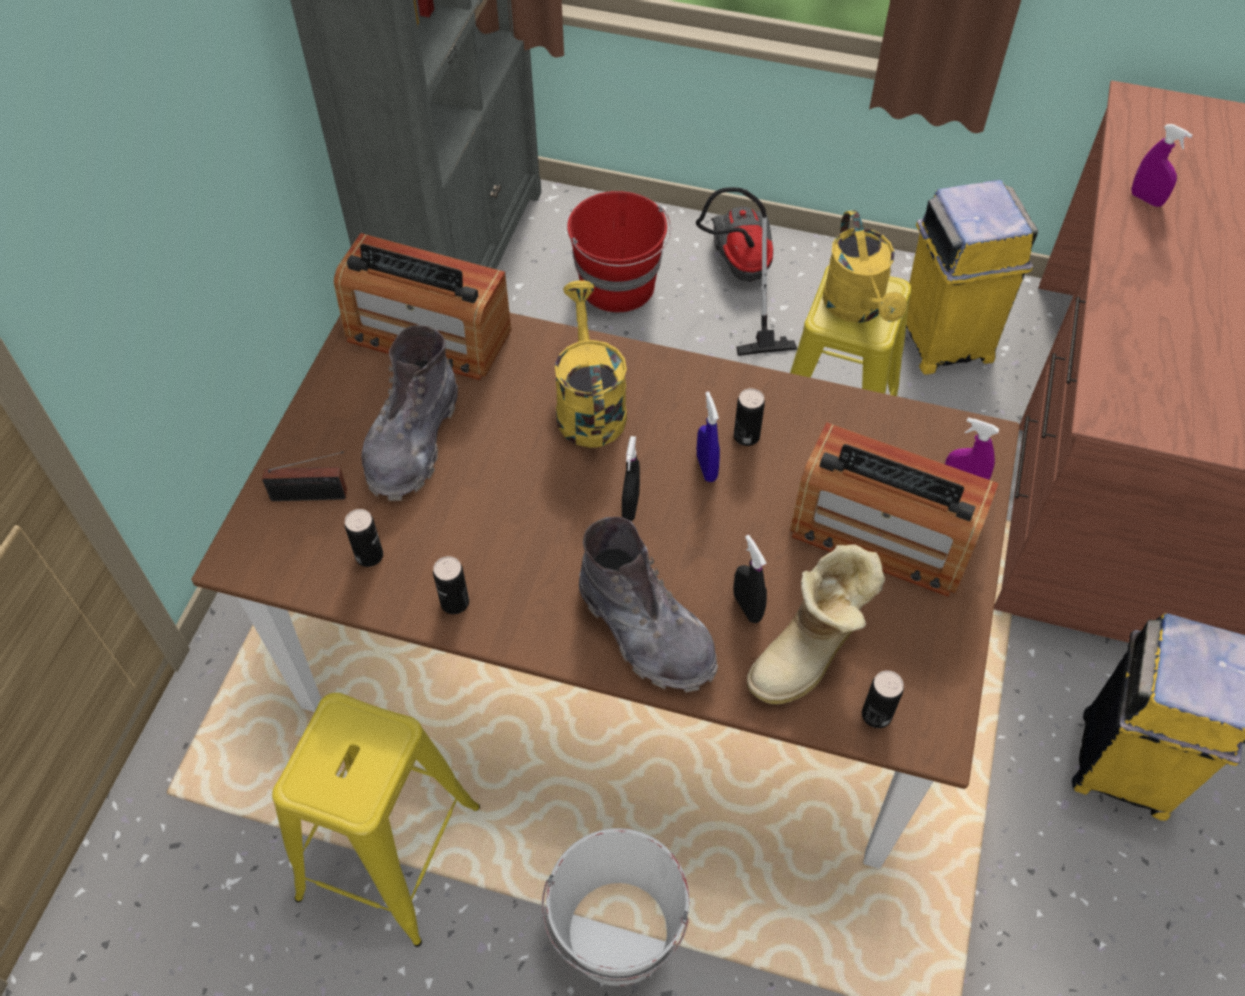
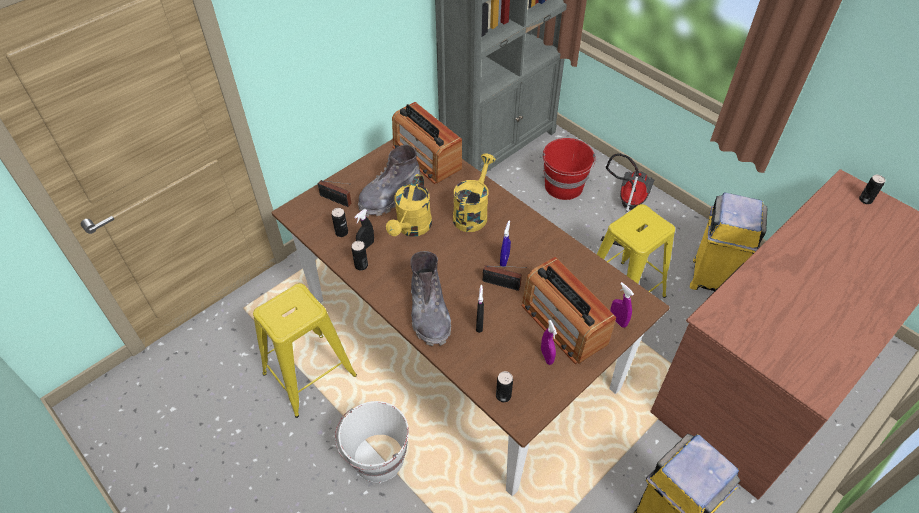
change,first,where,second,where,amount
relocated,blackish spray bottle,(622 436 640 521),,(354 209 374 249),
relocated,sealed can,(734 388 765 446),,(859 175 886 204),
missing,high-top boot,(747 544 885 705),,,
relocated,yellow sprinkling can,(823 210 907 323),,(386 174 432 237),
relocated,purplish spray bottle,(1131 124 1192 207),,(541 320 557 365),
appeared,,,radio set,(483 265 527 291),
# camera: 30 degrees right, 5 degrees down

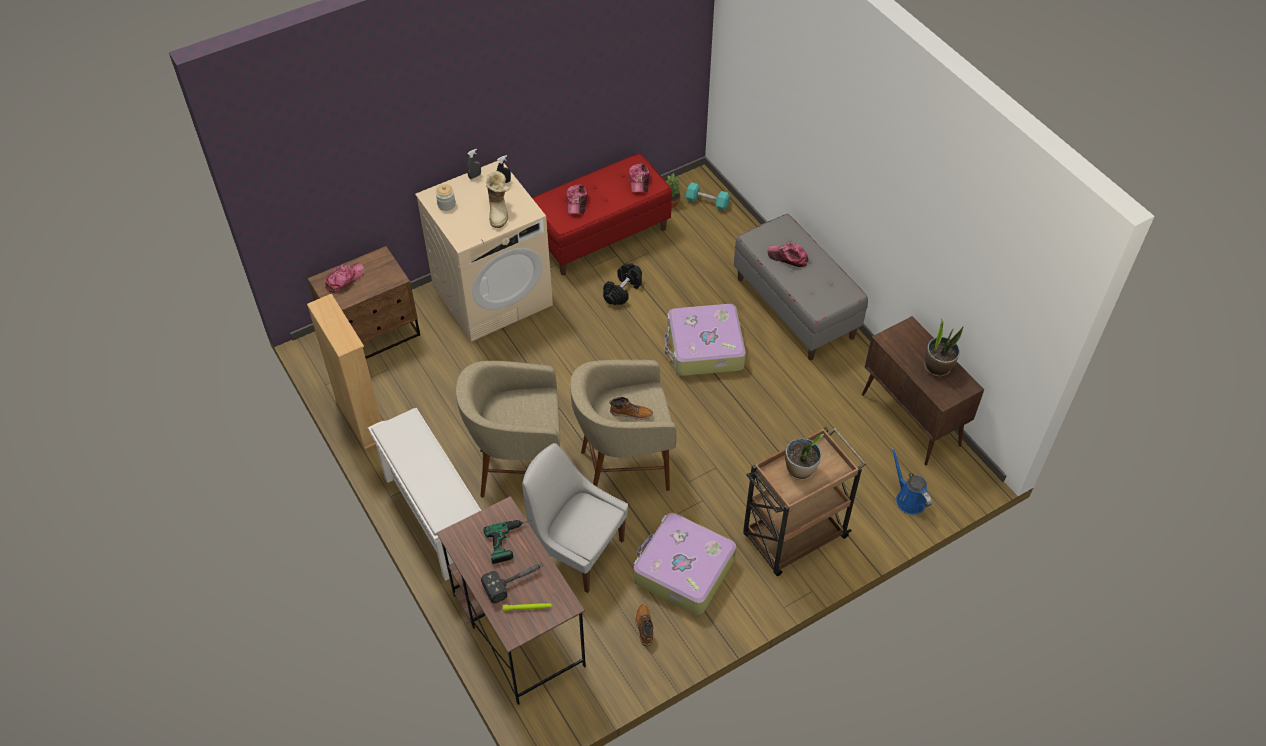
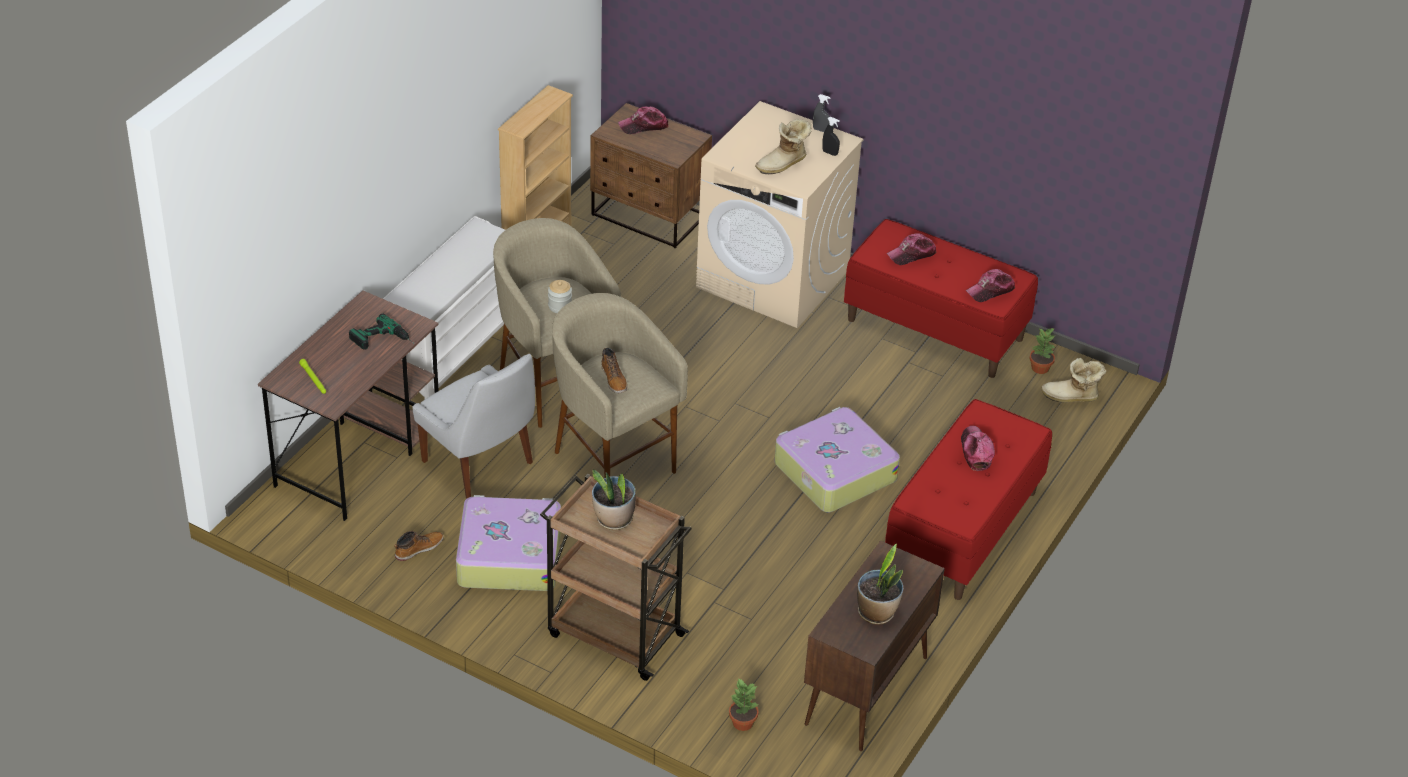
change,first,where,second,where,amount
spun,peaked cap,(325 263 364 293),,(618 106 669 134),150 degrees clockwise
relocated,jar,(435 184 456 211),,(548 280 572 313),
missing,hammer,(481 564 542 603),,,
spun,white chair,(522 443 628 593),,(412 354 535 499),135 degrees clockwise
missing,blackish hand weight,(603 263 642 305),,,
exchanged,blue-green hand weight,(686 182 730 210),high-top boot,(1041 358 1106 402),
colour,grey long seat,(734 214 868 360),reddish long seat,(885 399 1052 600),
exchanged,blue-coloured sprinkling can,(891 448 932 515),plant in a pot,(729 678 759 731),
# camera: 60 degrees right, 10 degrees down

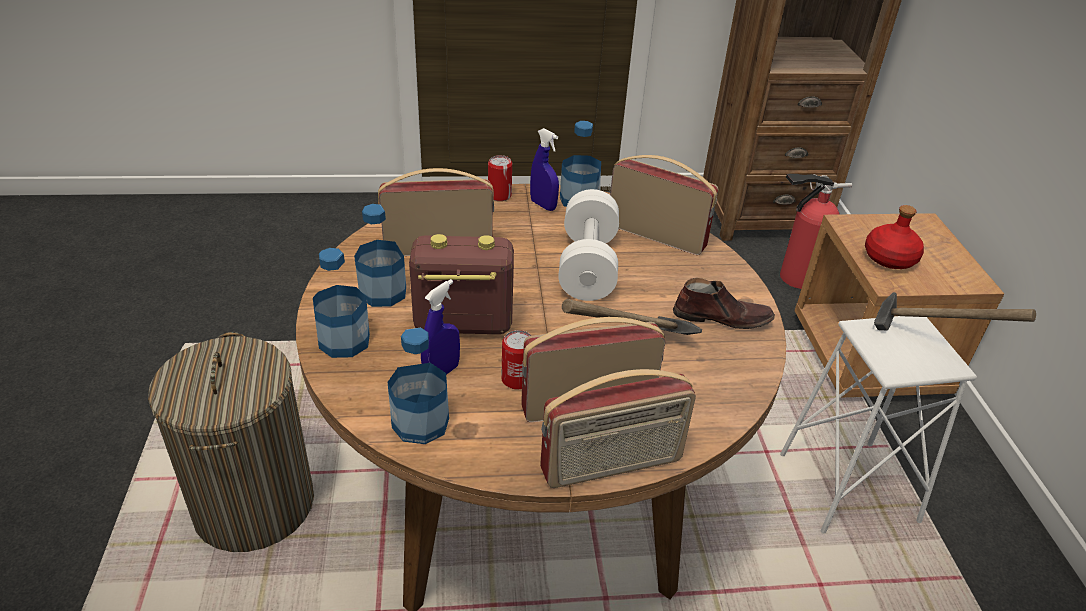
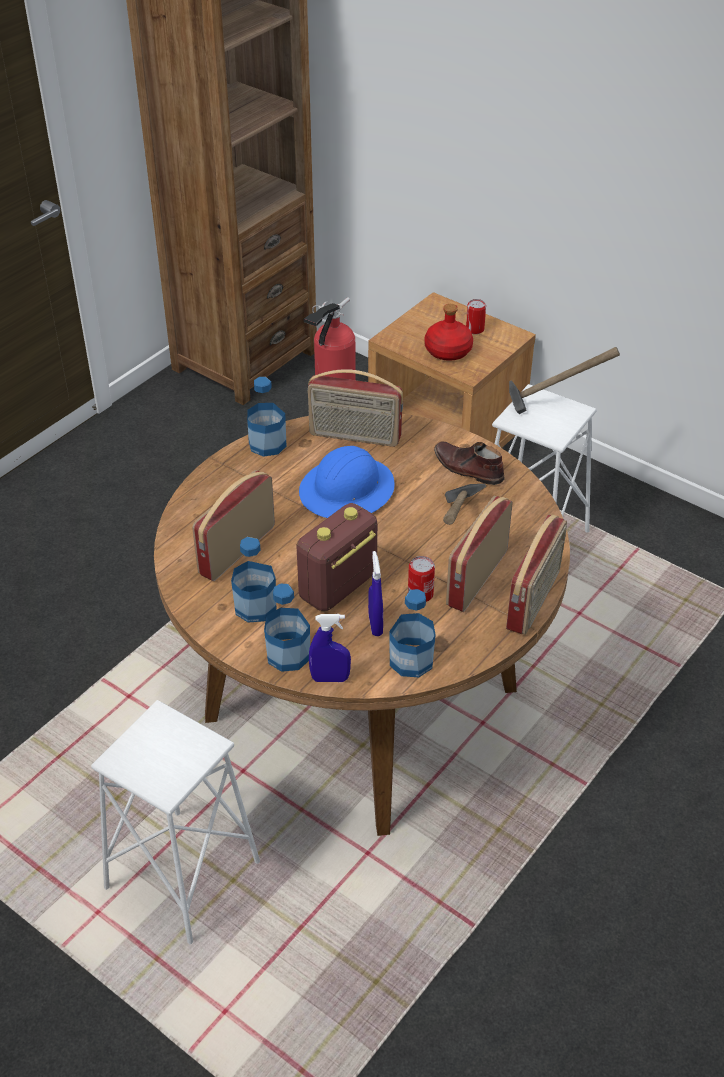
change,first,where,second,where,amount
exchanged,laundry basket,(148 332 314 552),white stool seat,(91 700 260 944),
relocated,sealed can,(488 155 512 201),,(466 299 486 334),
relocated,blue-coloured spray bottle,(530 128 559 211),,(309 614 351 682),
exchanged,white hand weight,(558 189 619 301),blue-coloured hard hat,(299 446 395 518),
spun,radio set,(610 155 719 255),,(307 369 403 447),150 degrees counterclockwise
spun,brownish shoe,(673 278 775 329),,(434 441 505 485),105 degrees counterclockwise
# camera: 45 degrees left, 5 degrees up

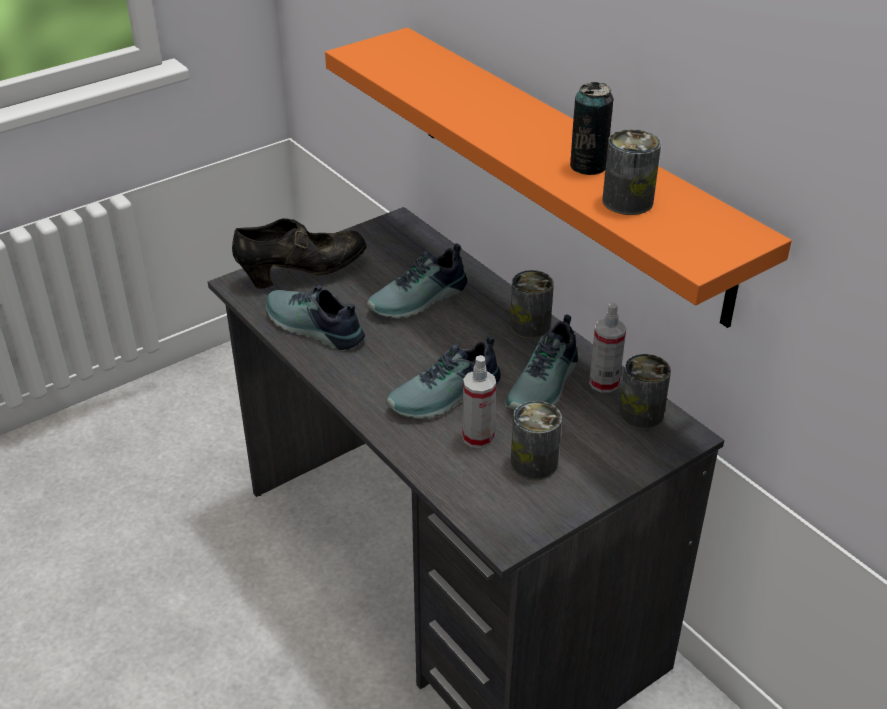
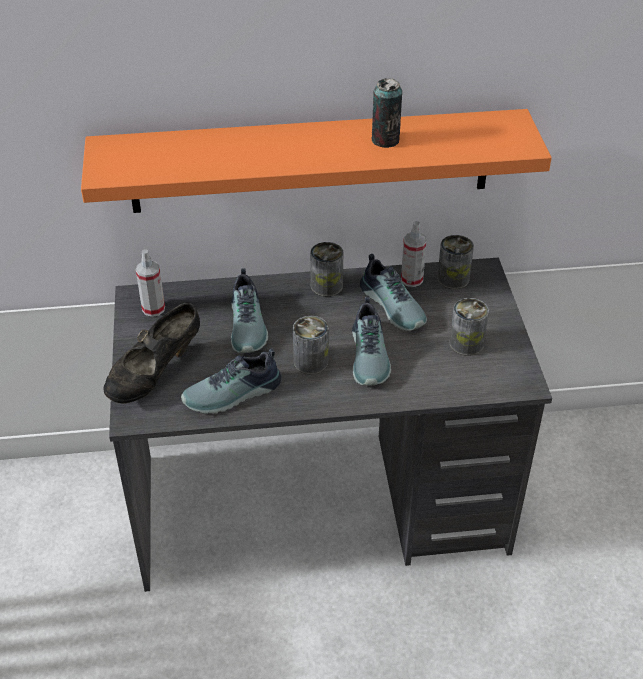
change,first,where,second,where,amount
spun,blackish shoe,(232 218 366 289),,(104 303 200 404),150 degrees counterclockwise
relocated,spray bottle,(462 355 496 448),,(136 249 165 317),
relocated,sealed can,(602 129 661 215),,(293 316 329 374),
# camera: 60 degrees left, 5 degrees up

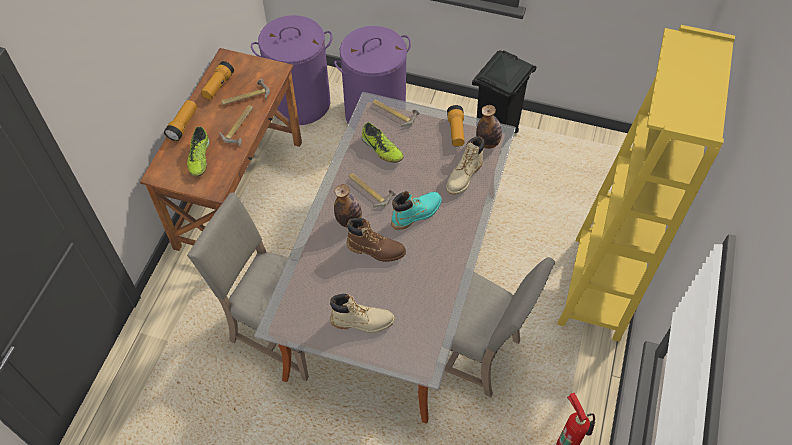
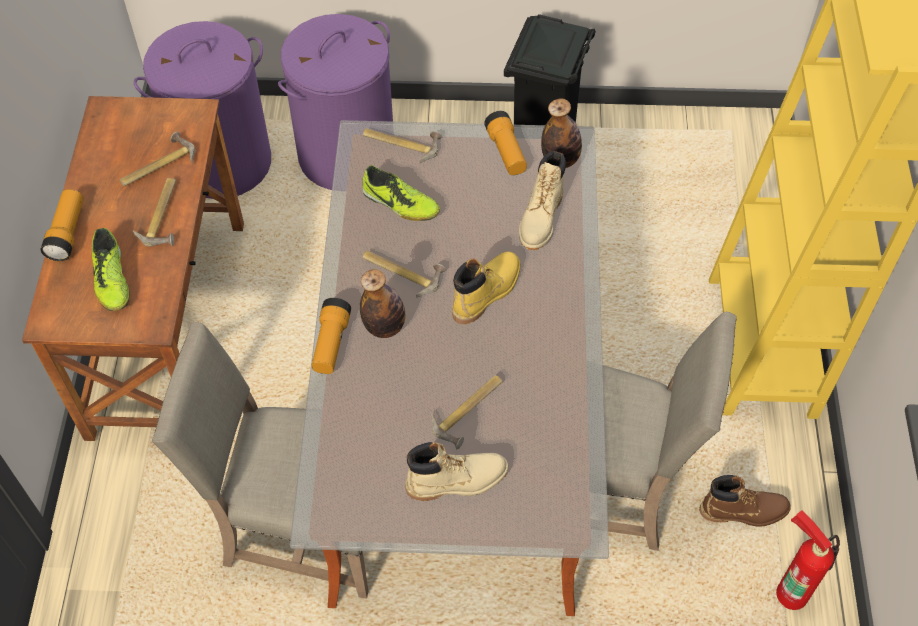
change,first,where,second,where,amount
relocated,flashlight,(201 61 234 100),,(312 298 351 374),
relocated,brownish high-top boot,(346 218 406 262),,(699 475 791 527),
colour,blue-green high-top boot,(391 191 442 230),yellow high-top boot,(452 251 520 324),
appeared,,,hammer,(431 375 502 449),
# camera: 15 degrees left, 0 degrees up

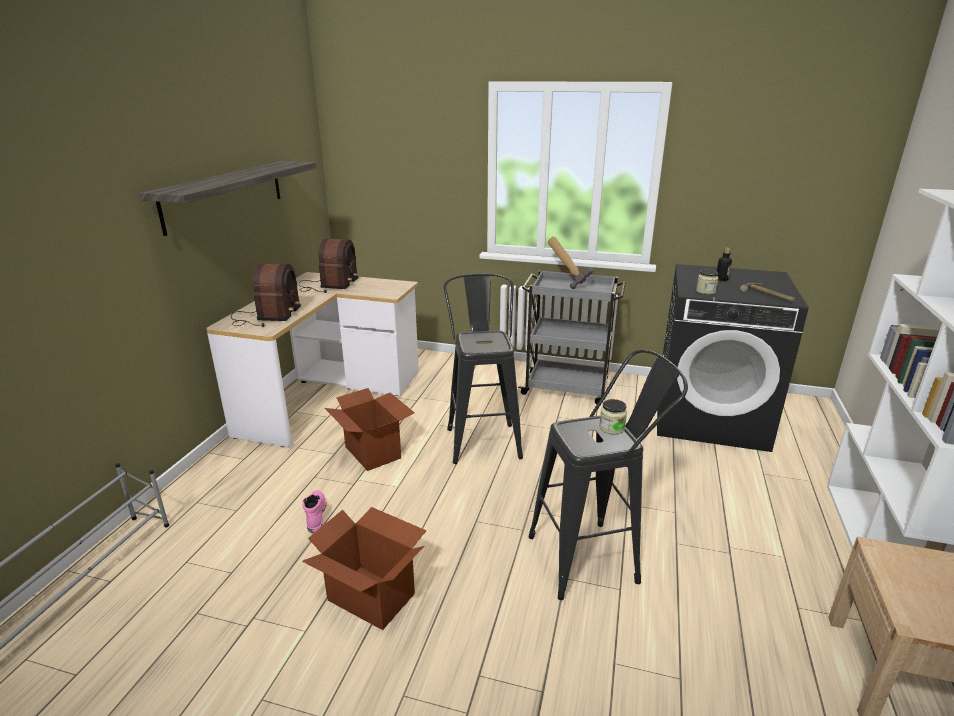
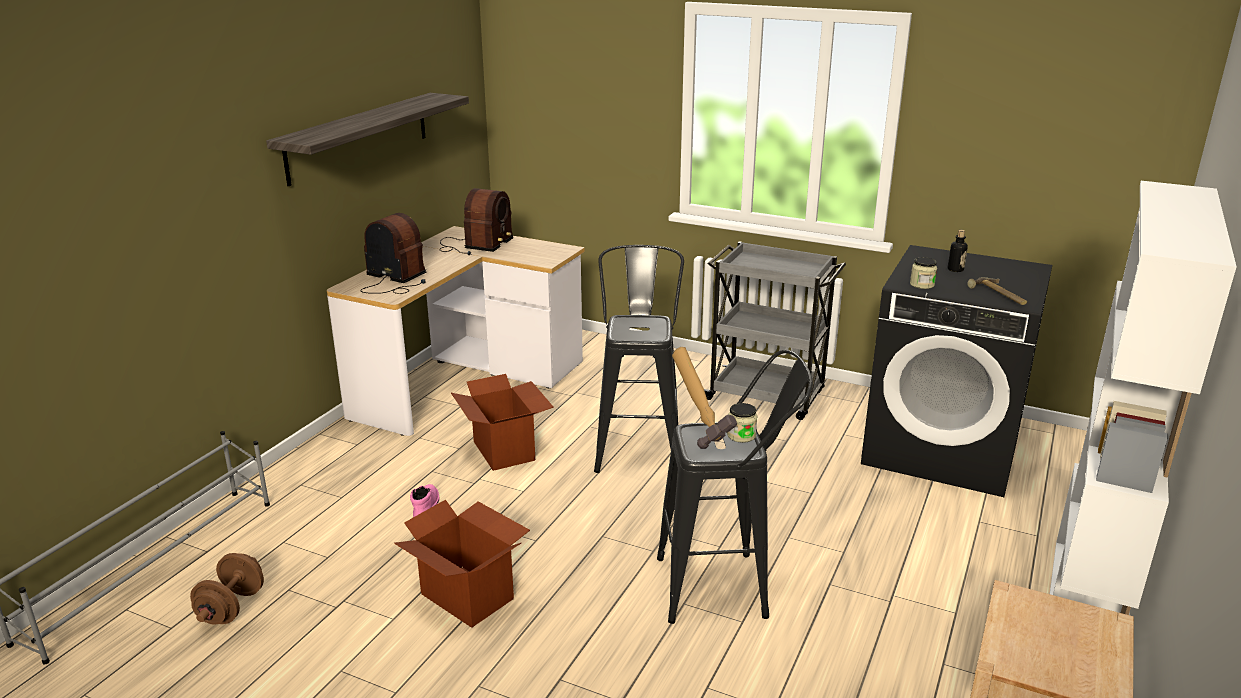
change,first,where,second,where,amount
spun,radio set,(231 263 301 327),,(360 213 427 294),75 degrees counterclockwise
relocated,hammer,(548 237 593 289),,(672 347 737 449),
appeared,,,brownish hand weight,(190 553 264 625),
# camera: 10 degrees right, 0 degrees up

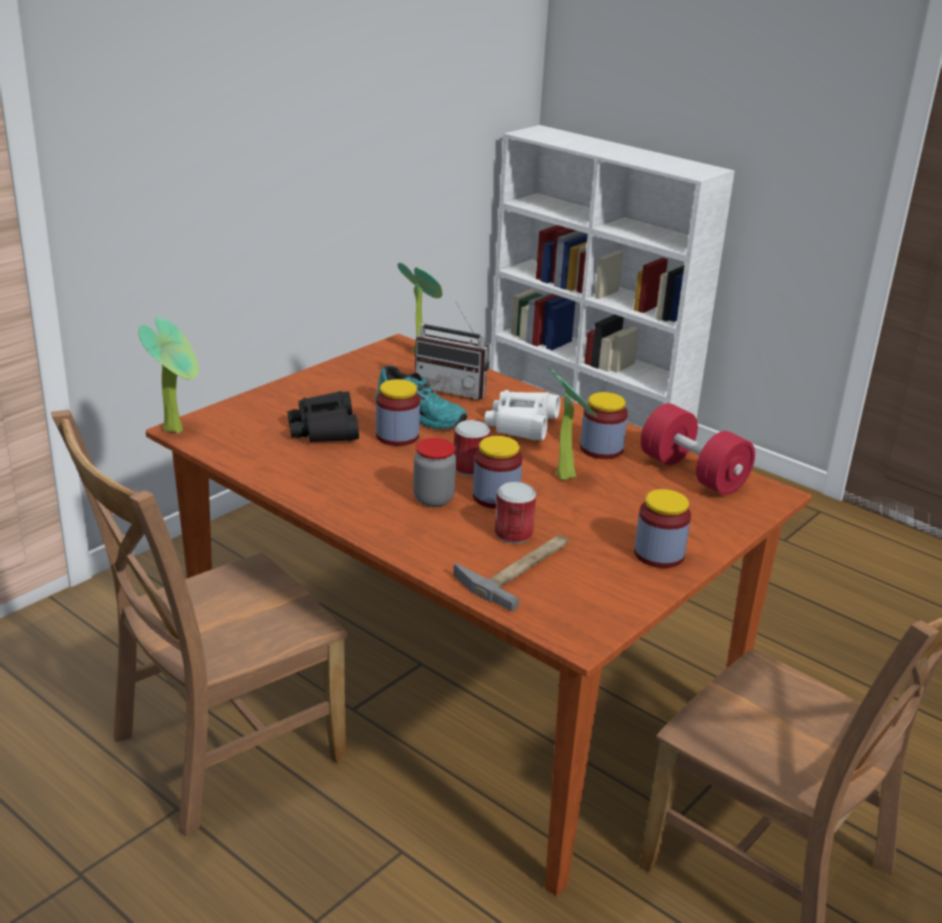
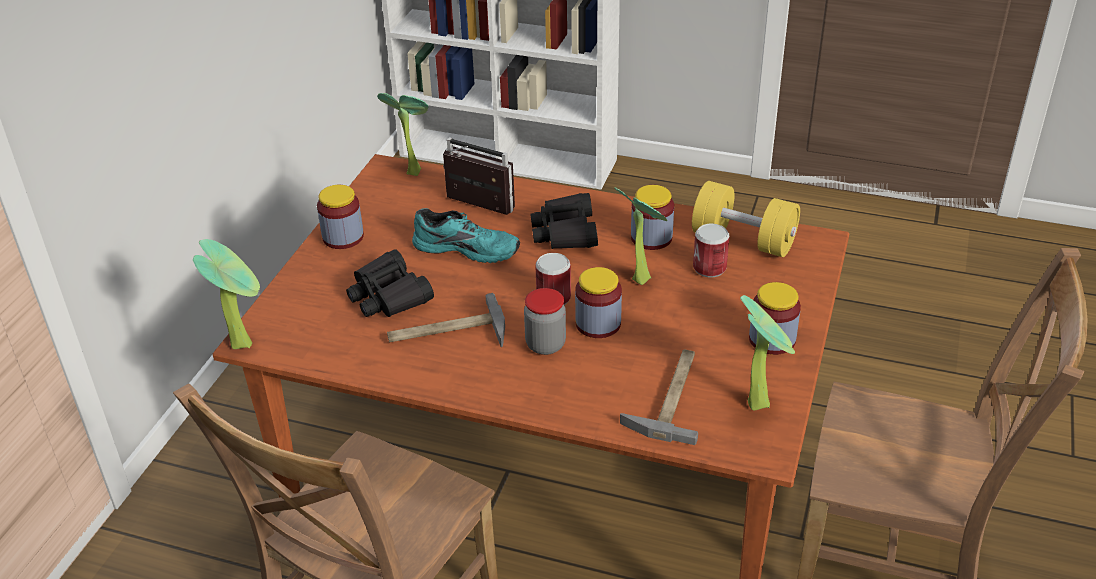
change,first,where,second,where,amount
relocated,jar,(376 379 420 446),,(317 185 364 249),
spun,radio set,(415 302 489 400),,(443 137 515 215),150 degrees counterclockwise
colour,white field glasses,(484 390 560 440),blackish field glasses,(530 193 598 249),
relocated,sealed can,(495 482 536 544),,(693 224 729 277),
colour,reddish hand weight,(640 403 755 495),yellow hand weight,(692 181 800 257),
appeared,,,hammer,(387 293 505 347),
appeared,,,plant in a pot,(740 295 795 410),
# camera: 20 degrees left, 10 degrees up

